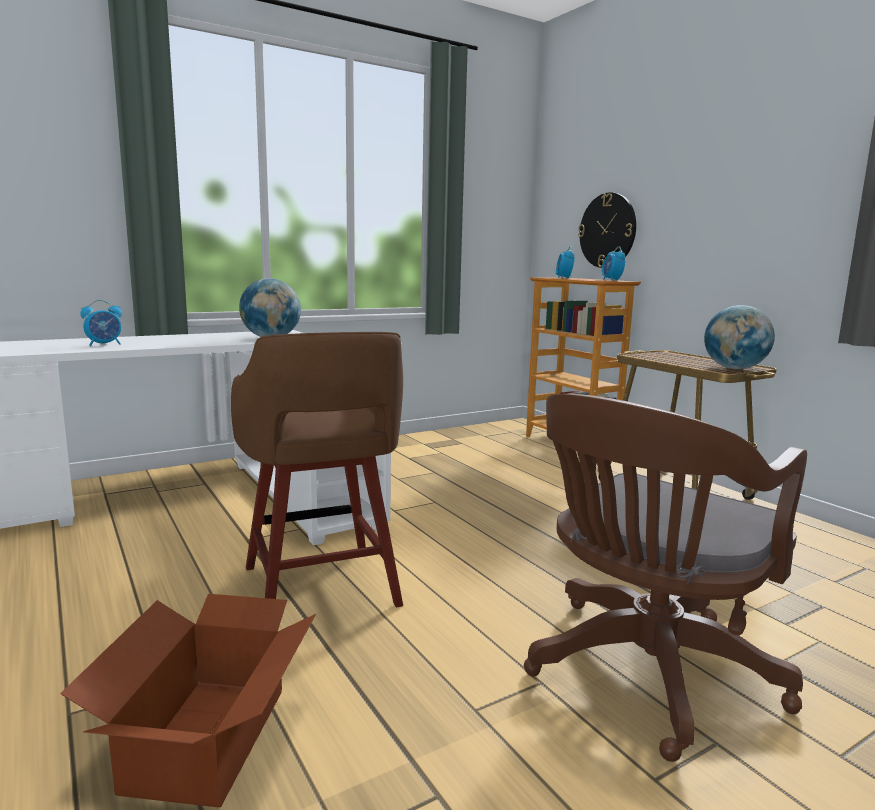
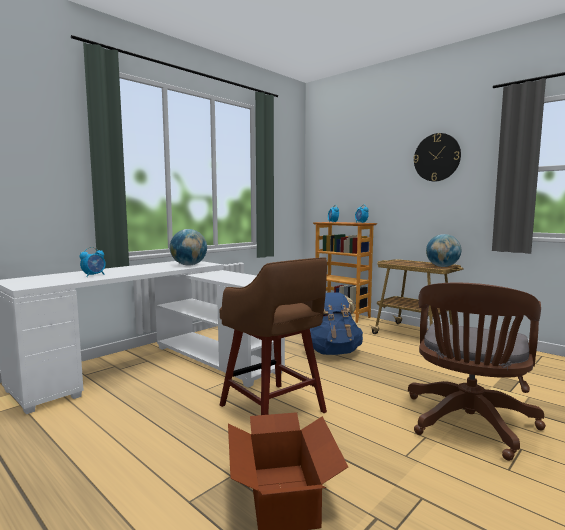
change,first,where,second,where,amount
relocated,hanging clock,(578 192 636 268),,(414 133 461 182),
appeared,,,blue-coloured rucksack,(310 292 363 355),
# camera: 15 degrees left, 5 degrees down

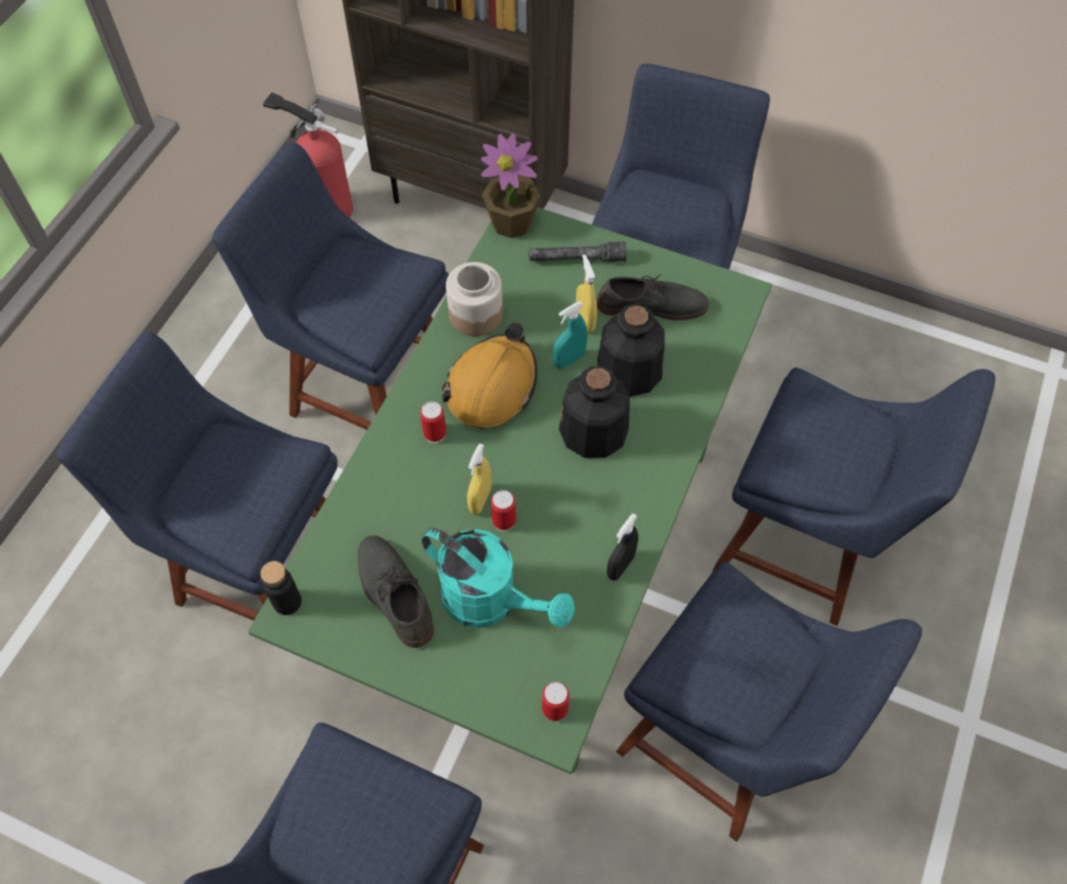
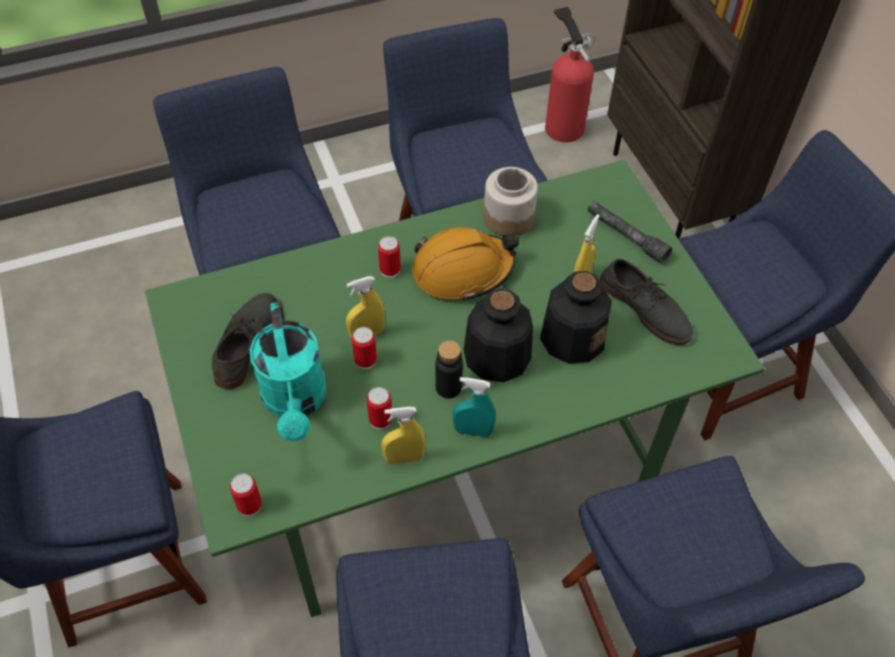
change,first,where,second,where,amount
relocated,blackish bottle,(260 561 301 615),,(435 340 463 399),
missing,plant in a pot,(481 133 540 238),,,
relocated,blue-green spray bottle,(553 301 587 369),,(453 377 496 437),
colour,blackish spray bottle,(607 513 638 581),yellow spray bottle,(381 407 426 464),
appeared,,,sealed can,(367 387 392 429),
# camera: 45 degrees right, 5 degrees down

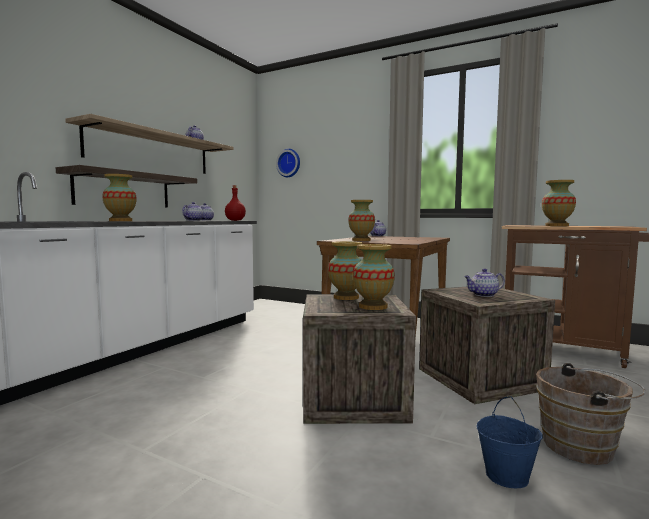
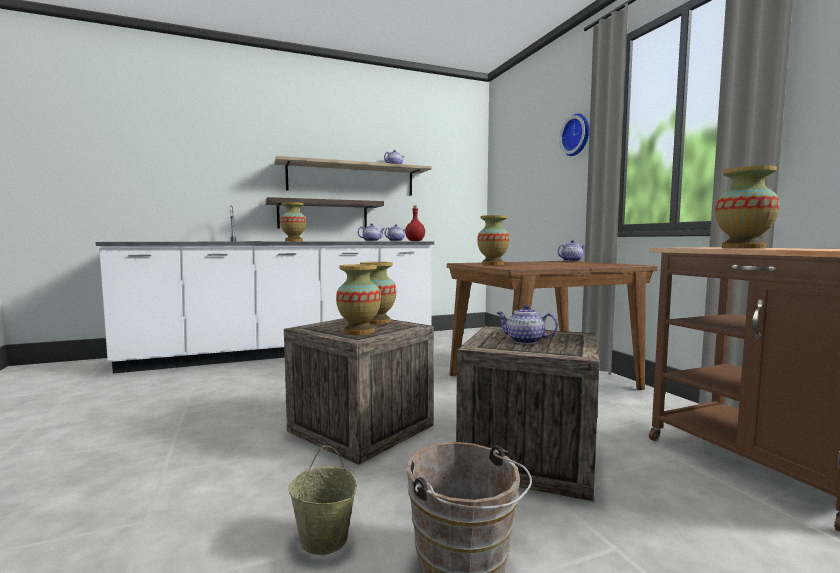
change,first,where,second,where,amount
relocated,hanging clock,(276 149 300 177),,(559 113 590 156),
colour,blue-coloured pail,(476 396 543 488),sand-coloured pail,(288 445 357 555),
# camera: 40 degrees right, 0 degrees up

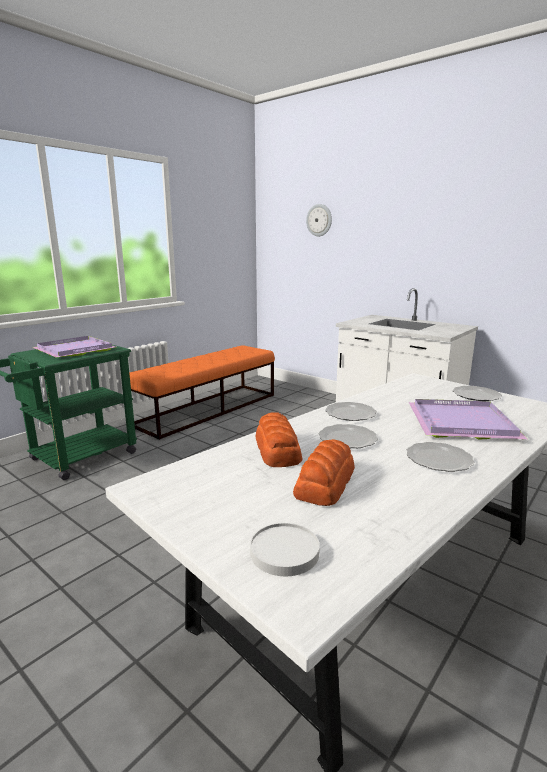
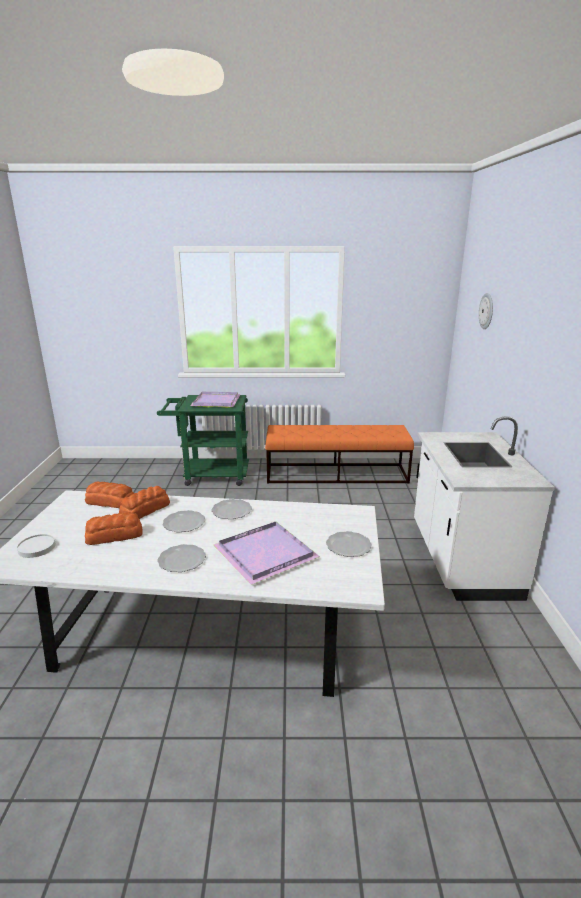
change,first,where,second,where,amount
appeared,,,bakery bread,(85 482 134 508),
# camera: 50 degrees right, 5 degrees up

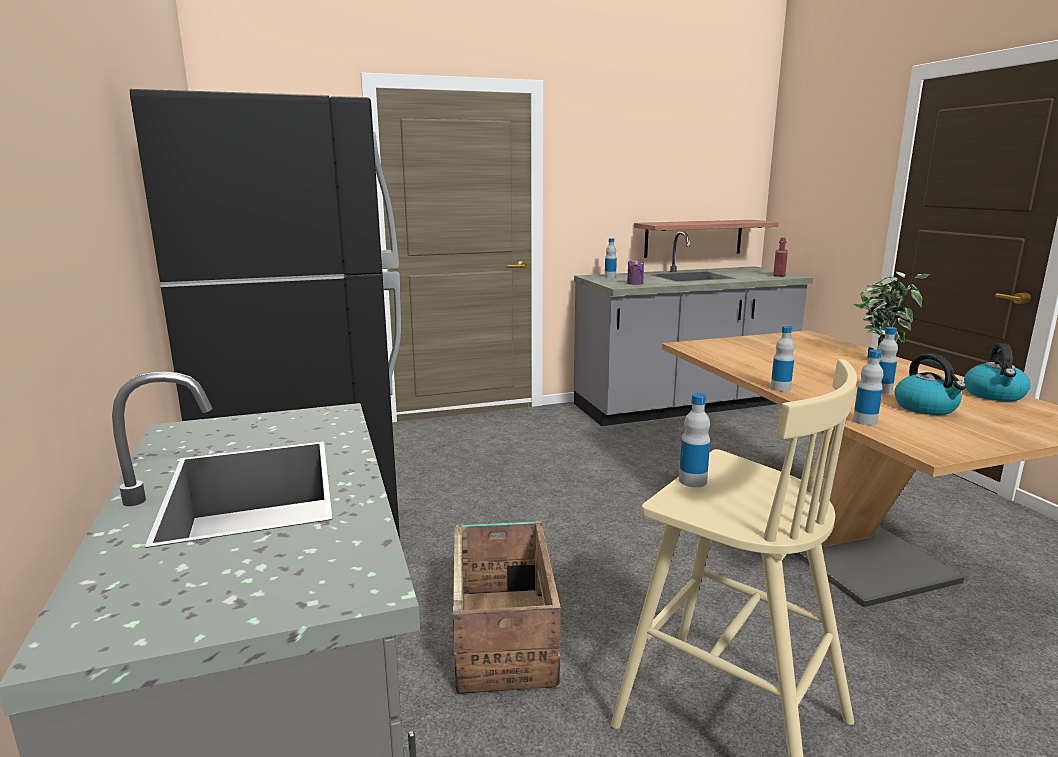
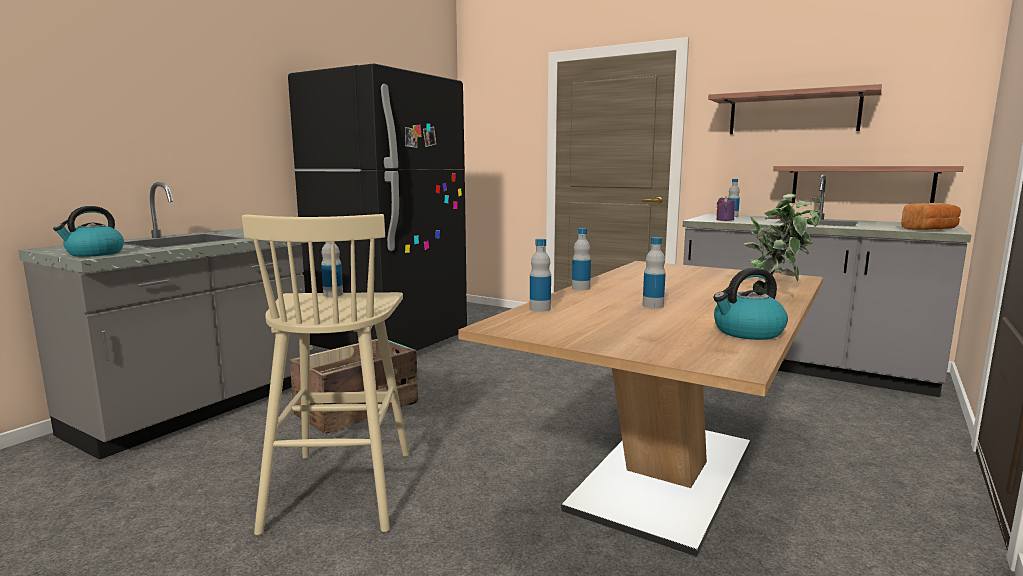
change,first,where,second,where,amount
exchanged,reddish bottle,(773 237 788 277),bakery bread,(901 203 961 230),
relocated,kettle,(894 353 966 415),,(53 206 124 257),
appeared,,,bracket shelf,(708 84 882 134),
# camera: 50 degrees right, 5 degrees down

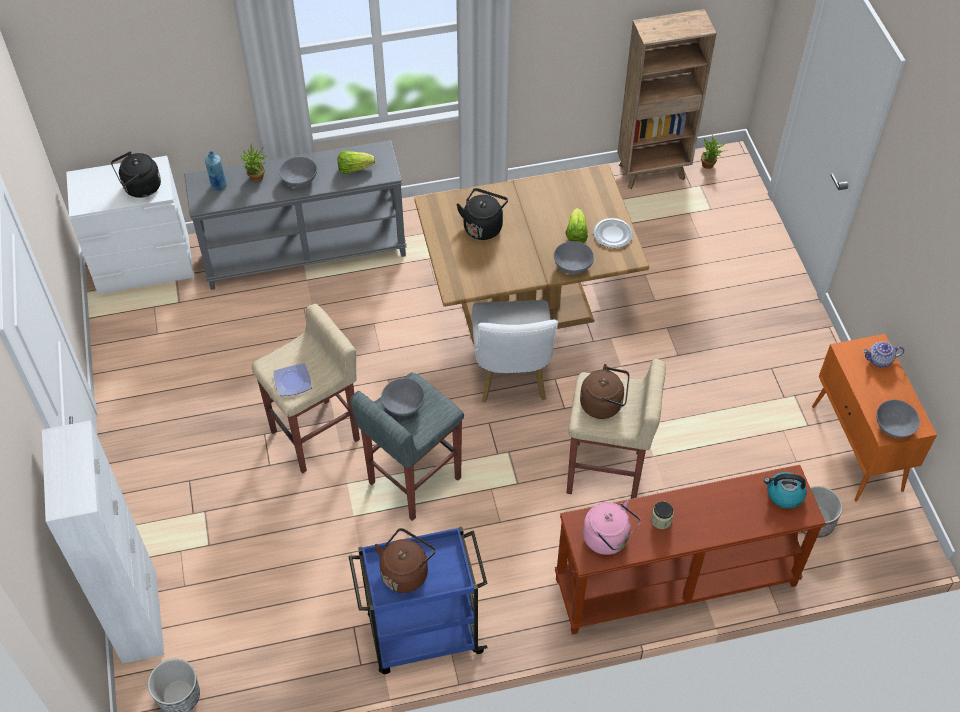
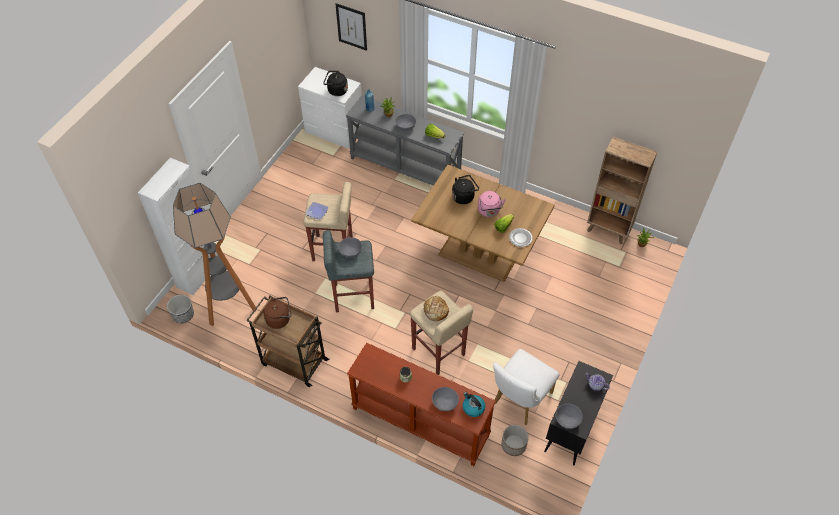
change,first,where,second,where,amount
colour,blue-coloured cart,(349 527 488 674),brownish cart,(246 295 329 387),
relocated,white chair,(472 300 558 403),,(493 349 559 425),
relocated,grey deep dish,(554 241 594 275),,(432 387 459 411),
exchanged,brownish kettle,(580 364 629 419),bakery bread,(424 296 449 321),
relocated,pink-coloured kettle,(583 501 641 555),,(478 191 506 217),
colour,orange cabinet,(812 334 937 501),blackish cabinet,(544 361 613 465),
appeared,,,floor lamp,(173 183 256 326),
appeared,,,wall art,(336 3 367 51),
# camera: 40 degrees right, 0 degrees up

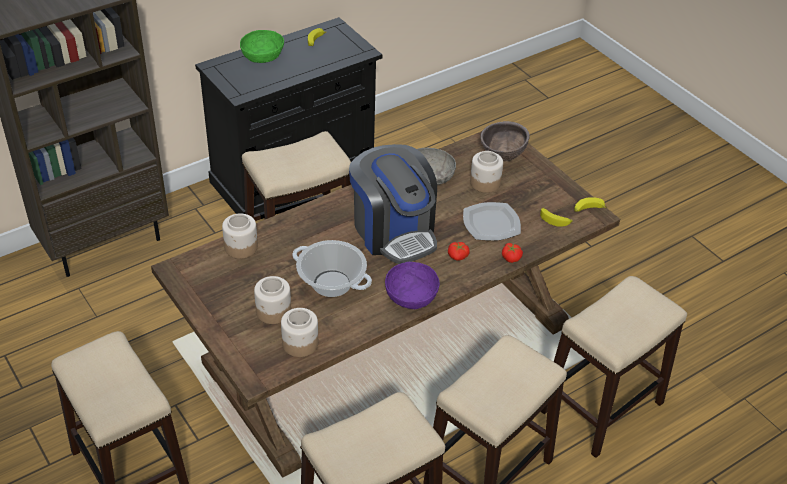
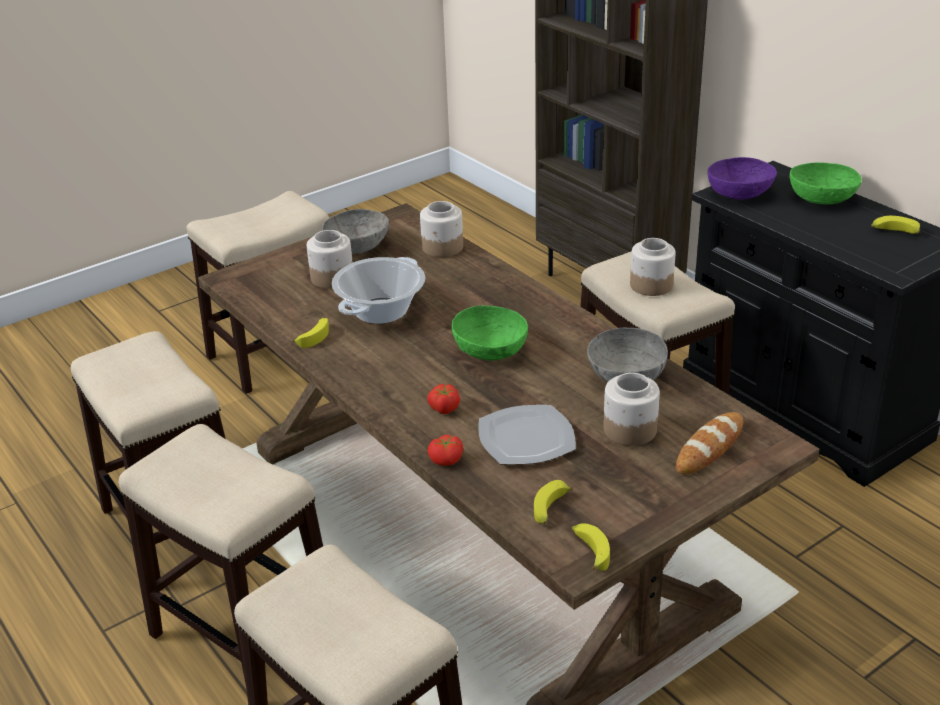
change,first,where,second,where,amount
relocated,jar,(281 308 318 357),,(630 238 676 296),
exchanged,coffee maker,(349 144 437 264),green-coloured deep dish,(452 306 528 361),
relocated,purplish deep dish,(385 262 440 309),,(708 157 777 200),
exchanged,brownish deep dish,(480 121 530 161),bakery bread,(676 412 743 474),
appeared,,,banana,(292 318 329 348),
appeared,,,grey deep dish,(322 209 389 254),
# camera: 90 degrees right, 10 degrees down

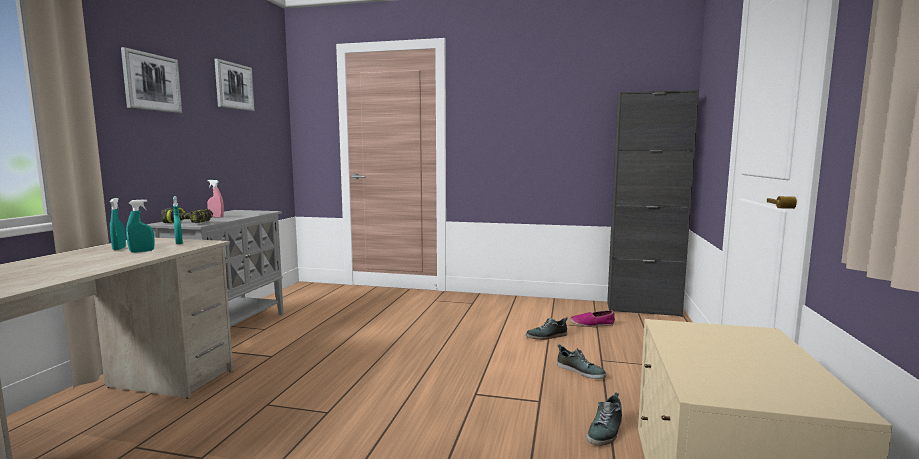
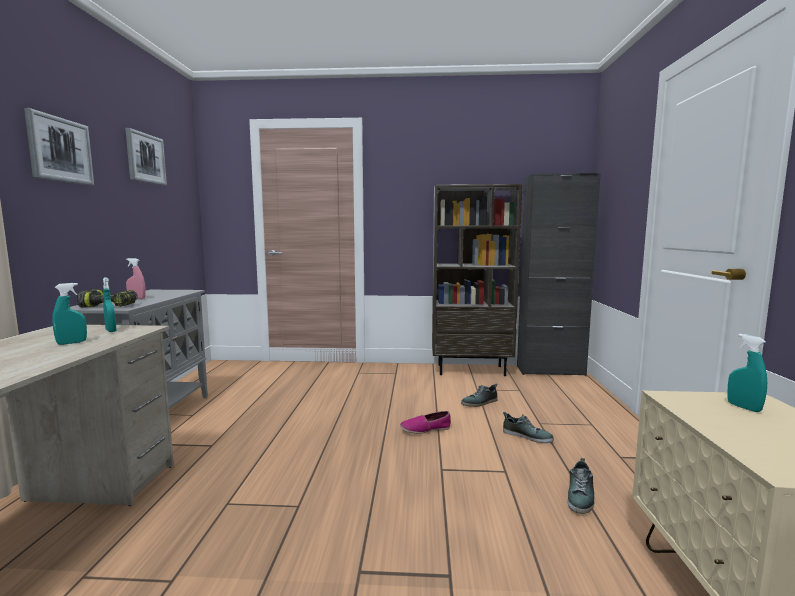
change,first,where,second,where,amount
relocated,blue-green spray bottle,(110 198 126 250),,(728 334 767 412),
relocated,shoe,(570 310 615 327),,(400 411 451 434),
appeared,,,brownish shelving unit,(432 184 523 376),
# camera: 10 degrees left, 0 degrees up

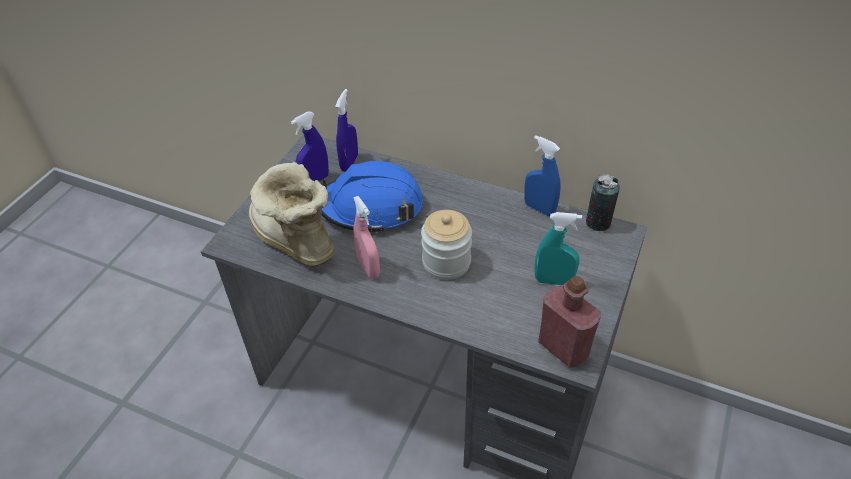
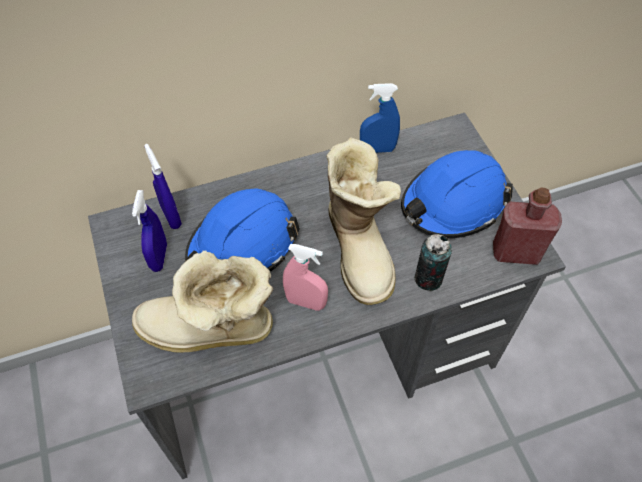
change,first,where,second,where,amount
exchanged,jar,(421 210 472 280),high-top boot,(326 137 401 305),
exchanged,blue-green spray bottle,(534 212 582 285),blue-coloured hard hat,(401 150 513 238),
relocated,sealed can,(586 174 620 231),,(414 234 452 291),
# camera: 45 degrees left, 10 degrees up

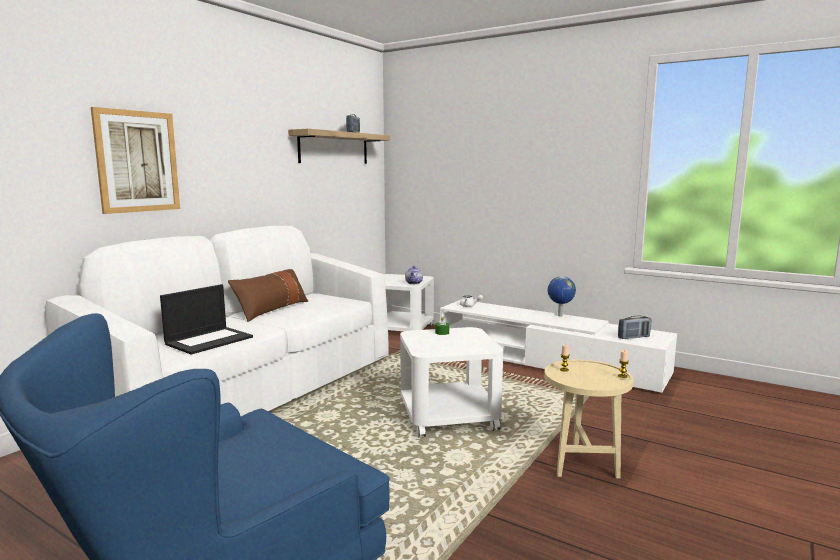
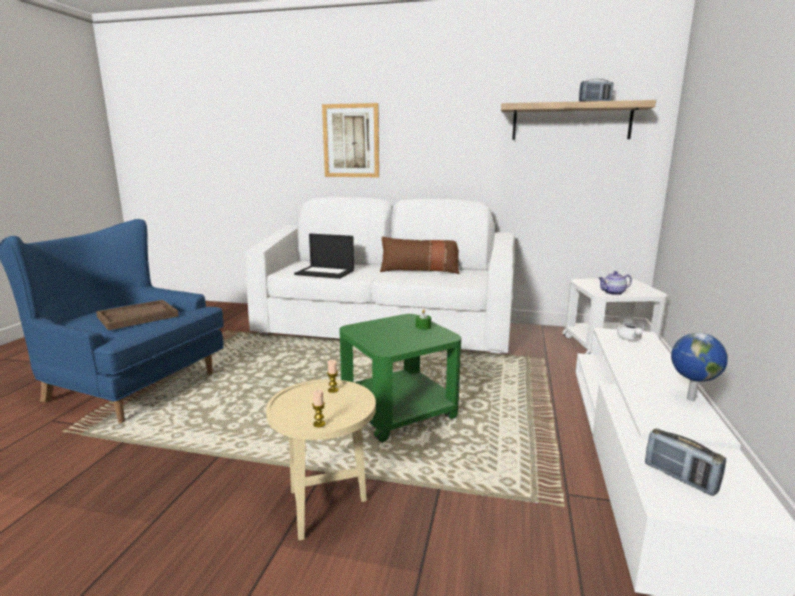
change,first,where,second,where,amount
colour,white side table,(400 327 503 437),green-coloured side table,(339 314 461 442),
appeared,,,brownish tray,(96 300 179 330),
# camera: 70 degrees right, 5 degrees up

